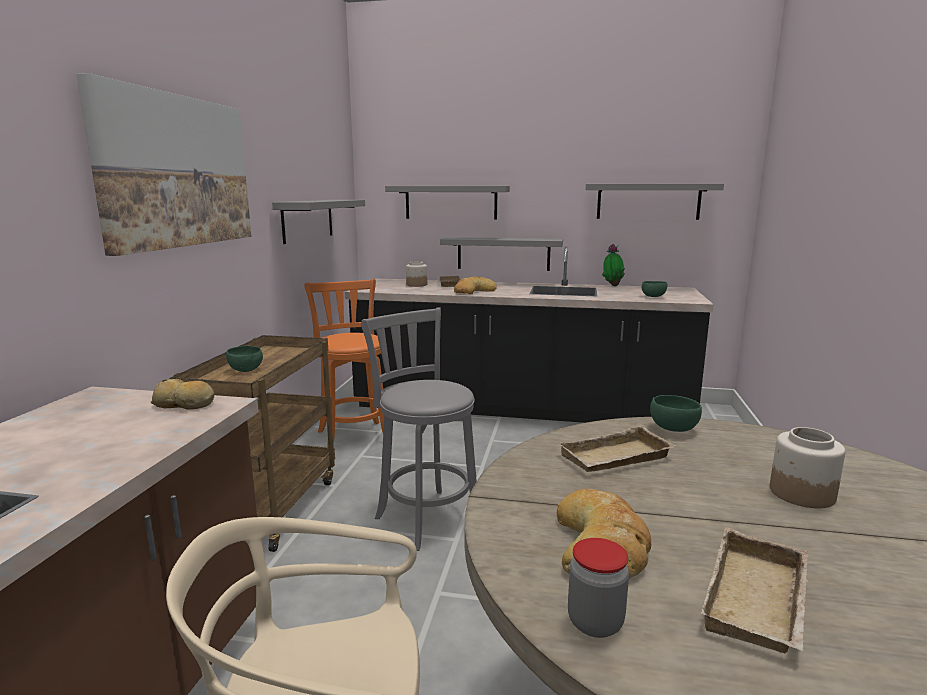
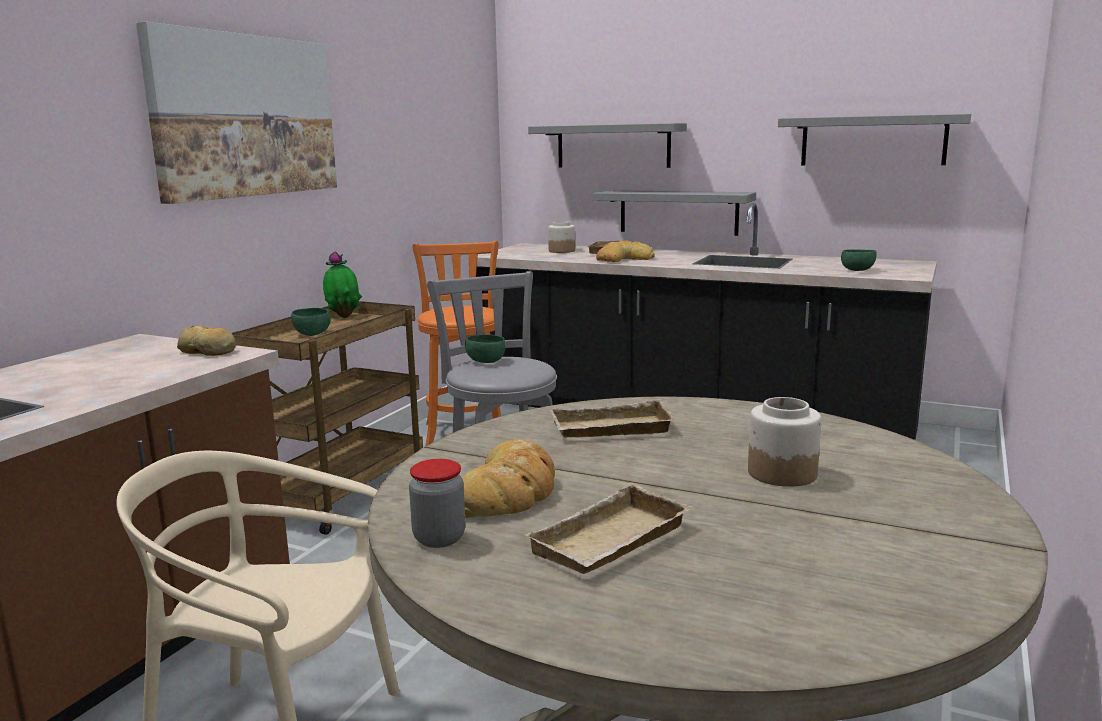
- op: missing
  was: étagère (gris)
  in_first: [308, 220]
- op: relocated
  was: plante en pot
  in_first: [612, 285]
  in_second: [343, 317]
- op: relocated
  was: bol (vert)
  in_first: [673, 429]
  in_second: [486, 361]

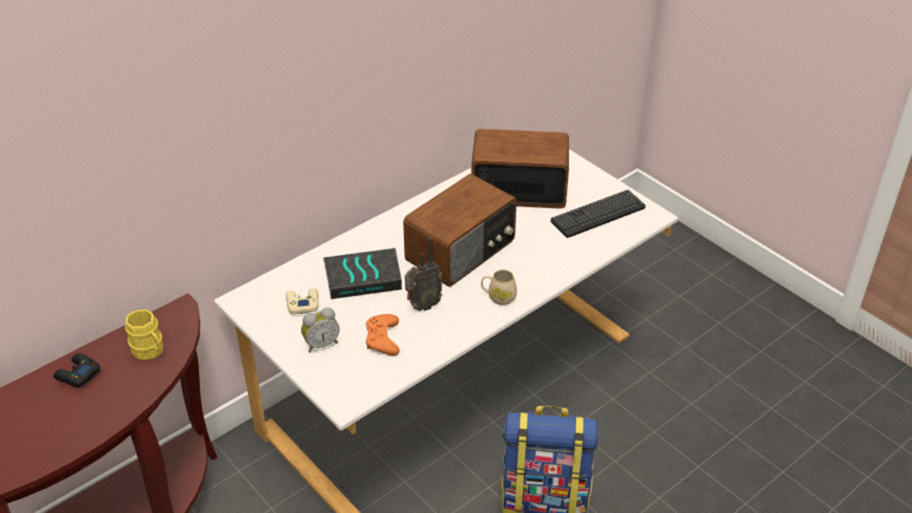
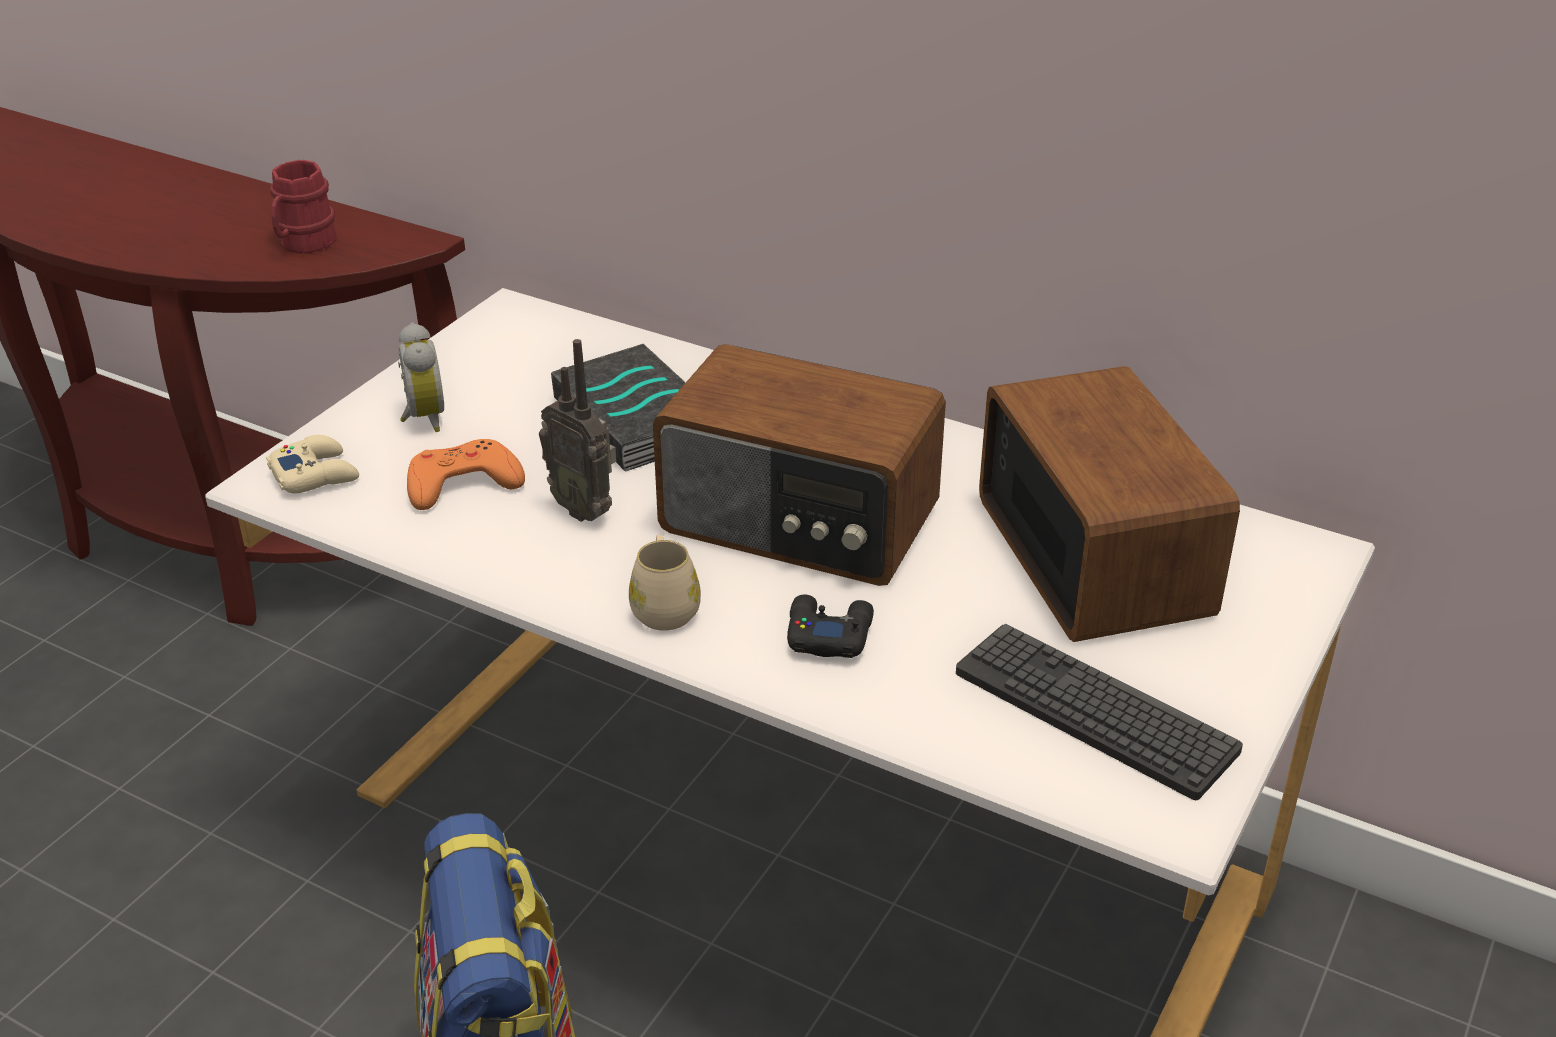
- op: relocated
  was: manette (beige)
  in_first: [302, 304]
  in_second: [315, 474]
- op: spun
  was: réveil
  in_first: [321, 344]
  in_second: [422, 418]
  clockwise: -150
- op: colour
  was: mug (jaune)
  now: mug (rouge)
  in_first: [150, 351]
  in_second: [303, 244]
- op: relocated
  was: manette (noir)
  in_first: [77, 374]
  in_second: [828, 634]

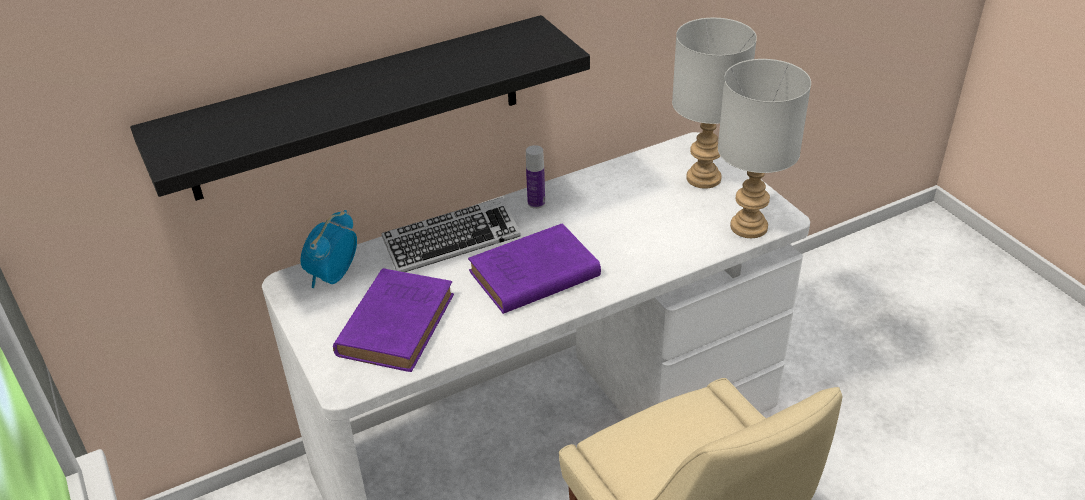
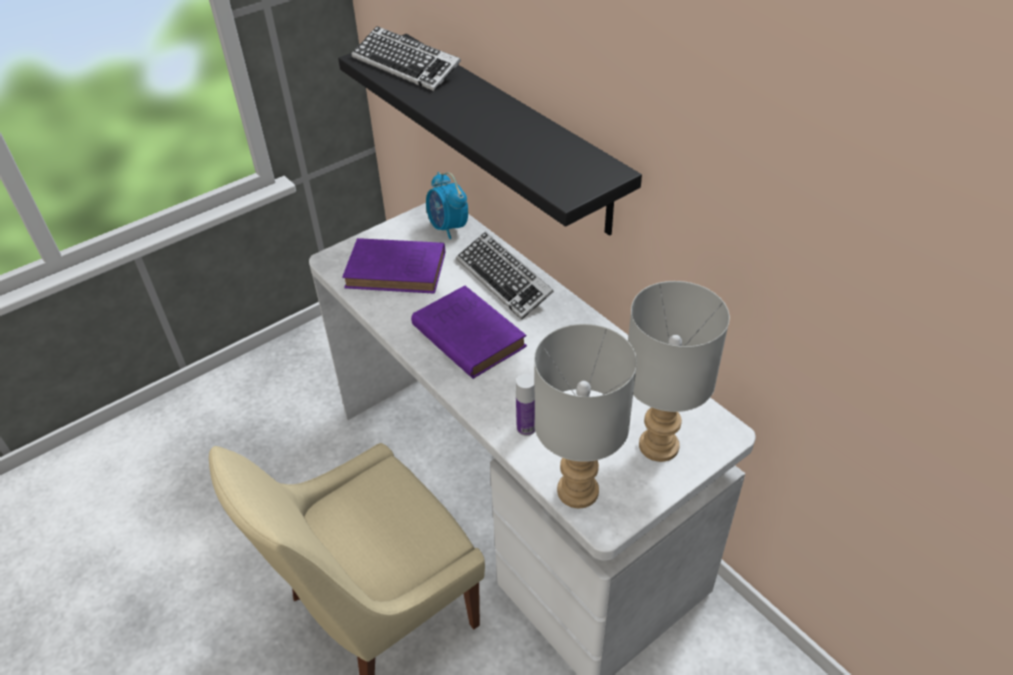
- op: relocated
  was: bouteille
  in_first: [536, 203]
  in_second: [526, 428]
- op: spun
  was: réveil
  in_first: [333, 276]
  in_second: [448, 228]
  clockwise: -135
- op: appeared
  now: clavier
  in_second: [406, 66]

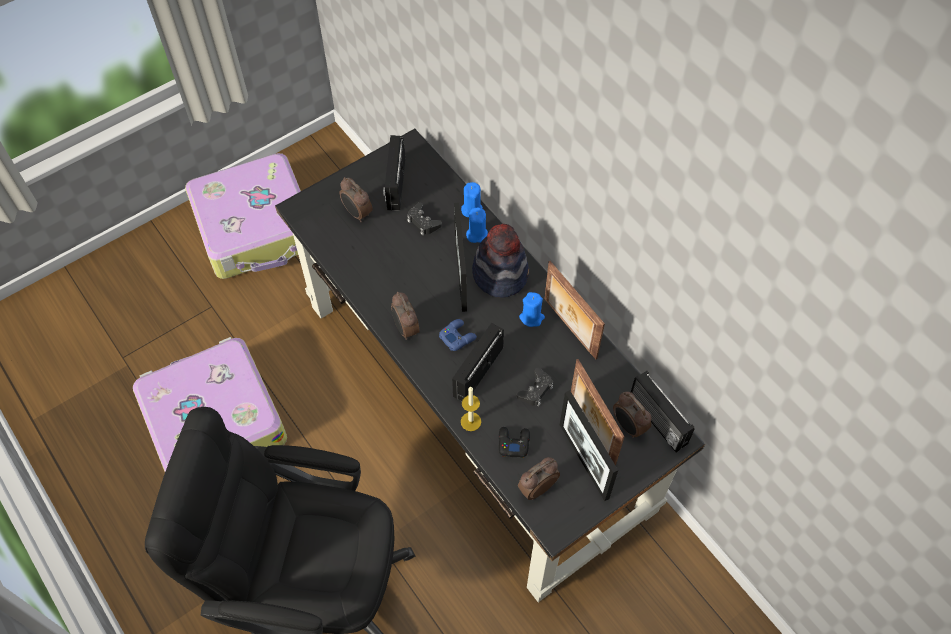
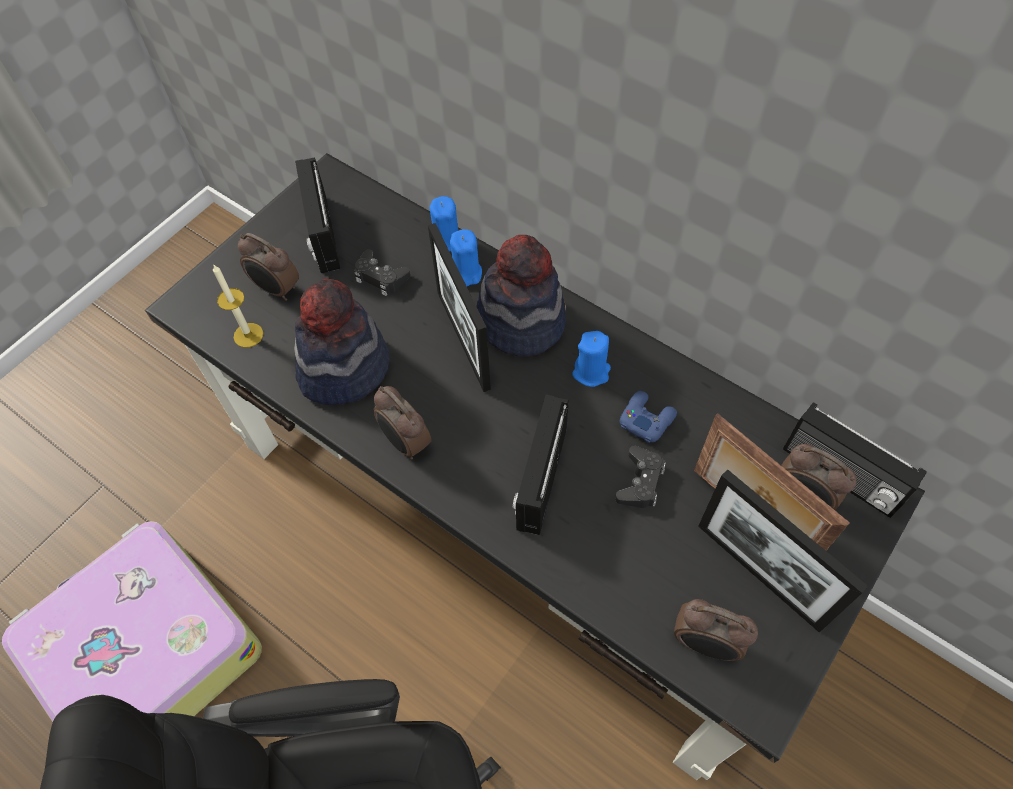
- op: missing
  was: valise
  in_first: [257, 228]
- op: missing
  was: cadre photo
  in_first: [569, 329]
- op: relocated
  was: manette (bleu)
  in_first: [457, 337]
  in_second: [646, 419]
- op: relocated
  was: bougie
  in_first: [471, 421]
  in_second: [248, 335]
- op: missing
  was: manette (noir)
  in_first: [513, 443]
- op: spun
  was: réveil
  in_first: [536, 488]
  in_second: [705, 644]
  clockwise: -105
- op: appeared
  now: chapeau
  in_second: [343, 368]

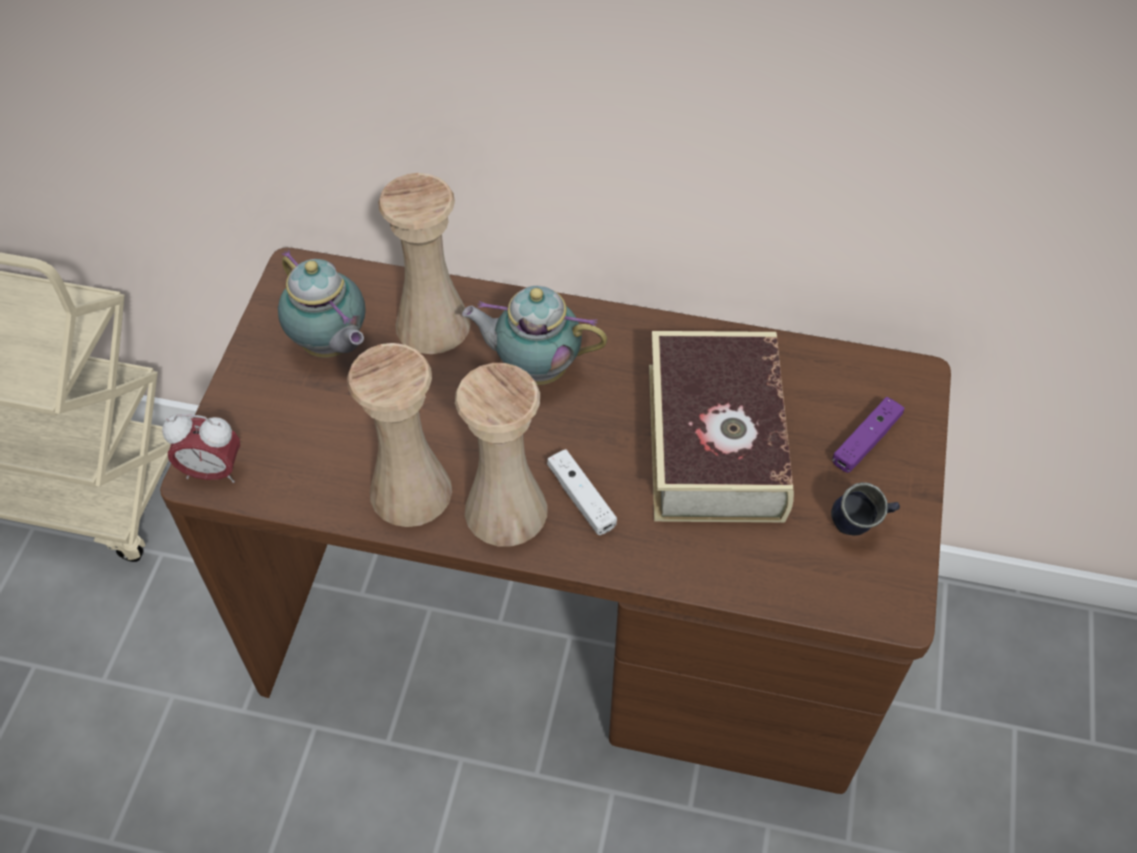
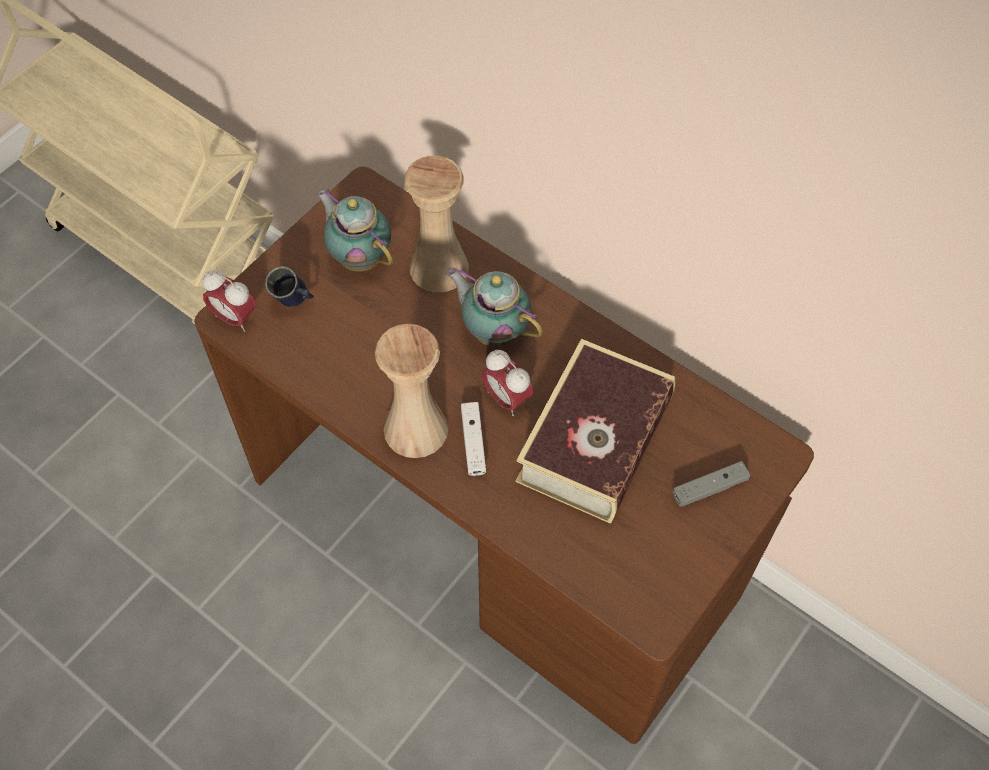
- op: spun
  was: théière
  in_first: [331, 347]
  in_second: [359, 257]
  clockwise: 150
- op: missing
  was: vase (beige)
  in_first: [410, 491]
- op: colour
  was: manette (violet)
  now: manette (gris)
  in_first: [866, 441]
  in_second: [709, 488]
- op: relocated
  was: mug (bleu)
  in_first: [860, 527]
  in_second: [295, 302]
- op: appeared
  now: réveil
  in_second: [506, 399]

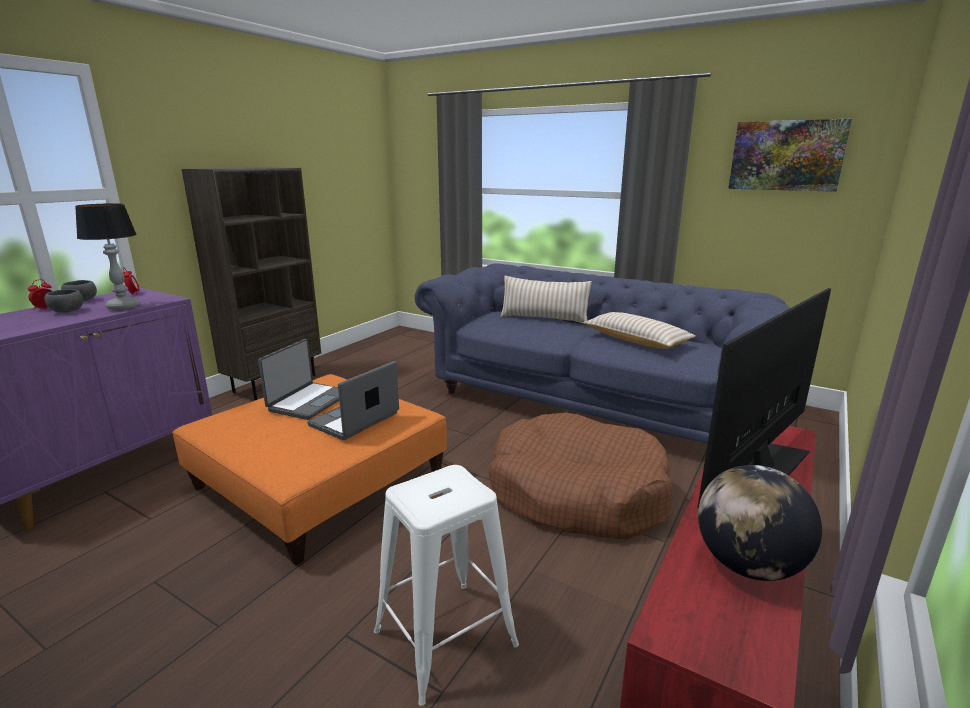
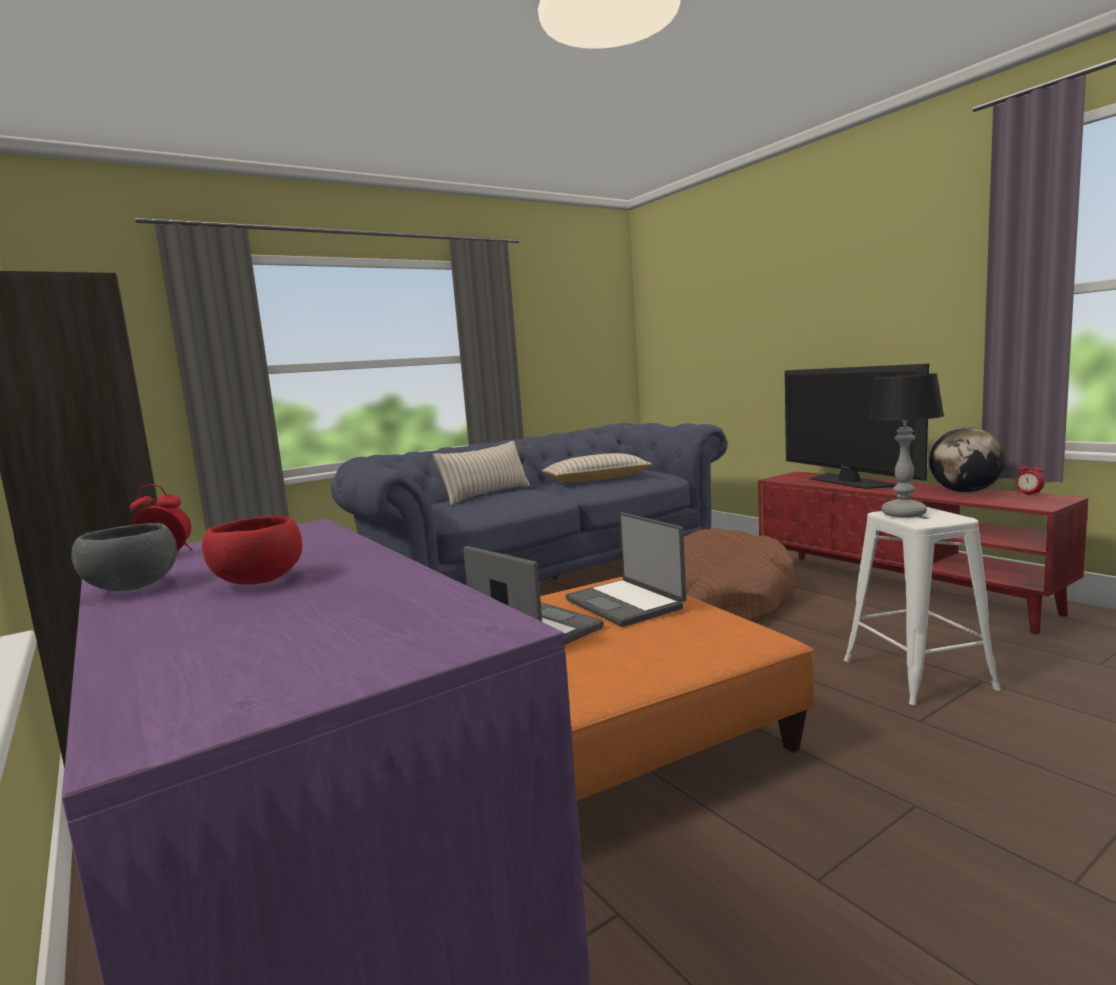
- op: missing
  was: tableau
  in_first: [786, 155]
- op: relocated
  was: lampe de table
  in_first: [123, 307]
  in_second: [904, 514]
- op: relocated
  was: réveil
  in_first: [44, 308]
  in_second: [1028, 495]
- op: colour
  was: bol (gris)
  now: bol (rouge)
  in_first: [66, 312]
  in_second: [259, 582]

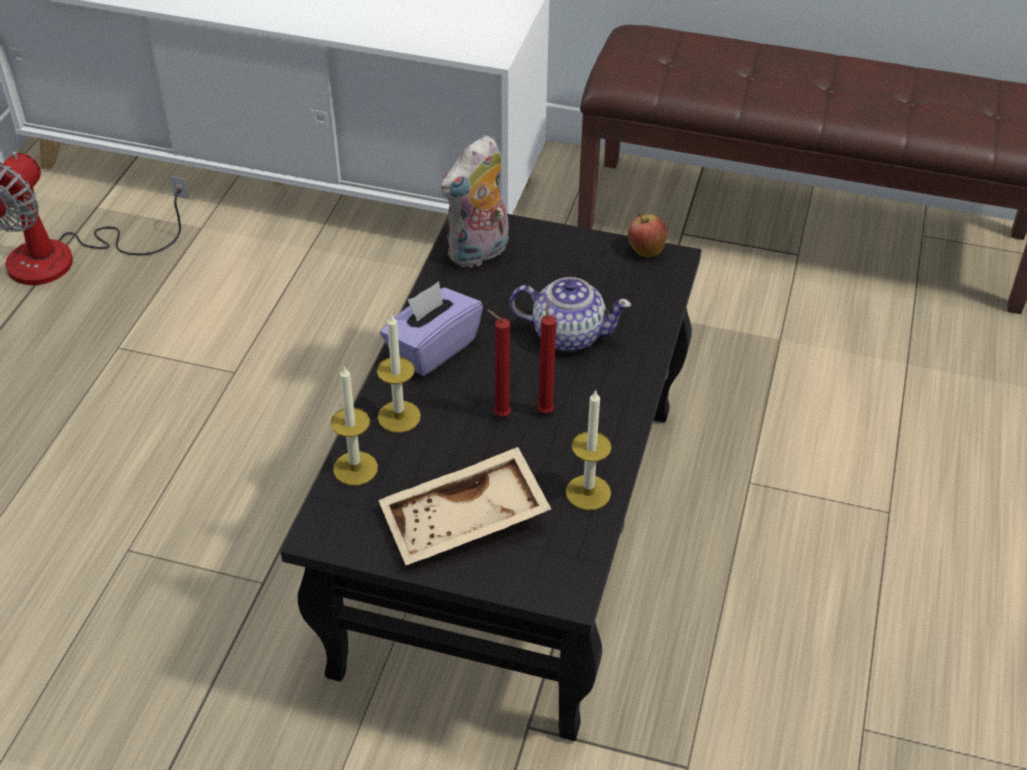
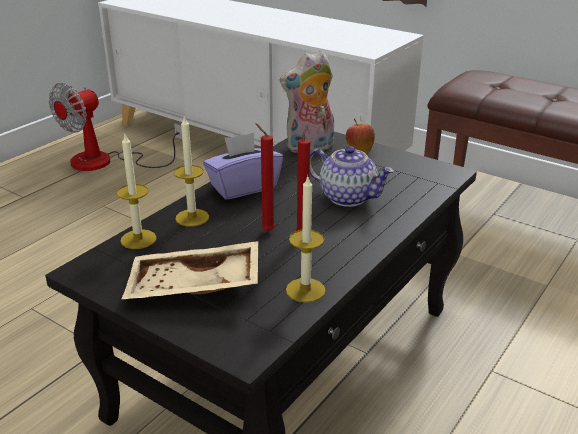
- op: relocated
  was: pomme
  in_first: [645, 250]
  in_second: [359, 151]

